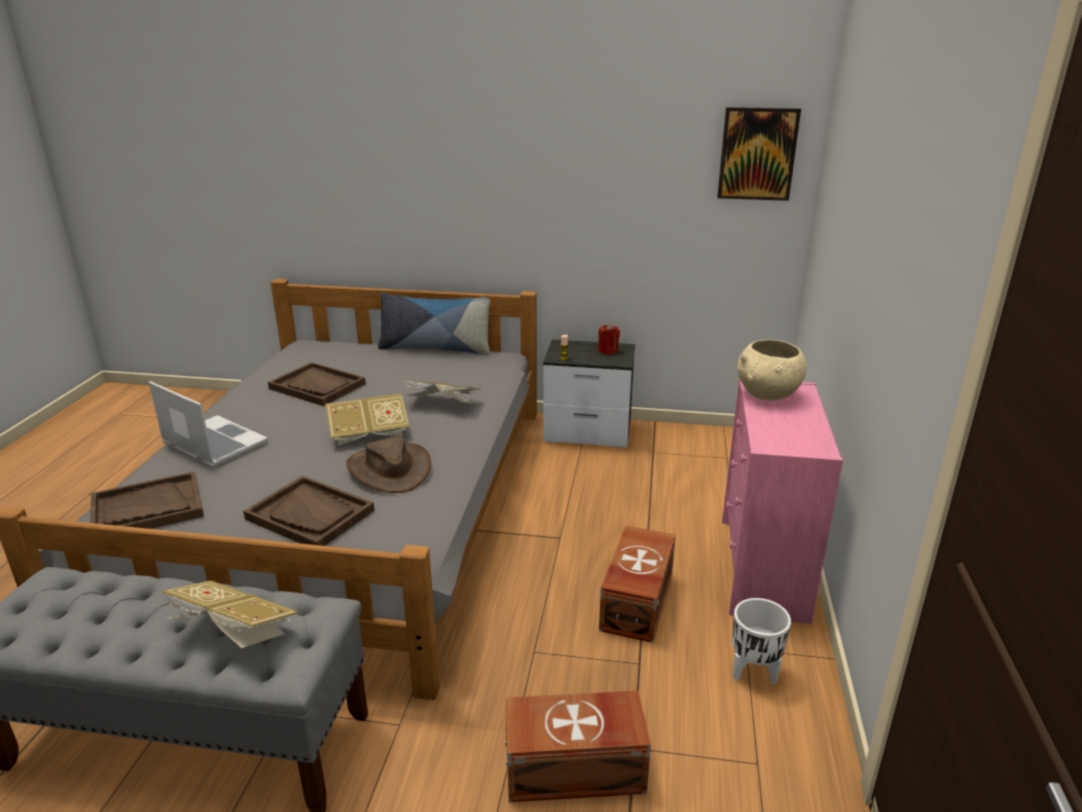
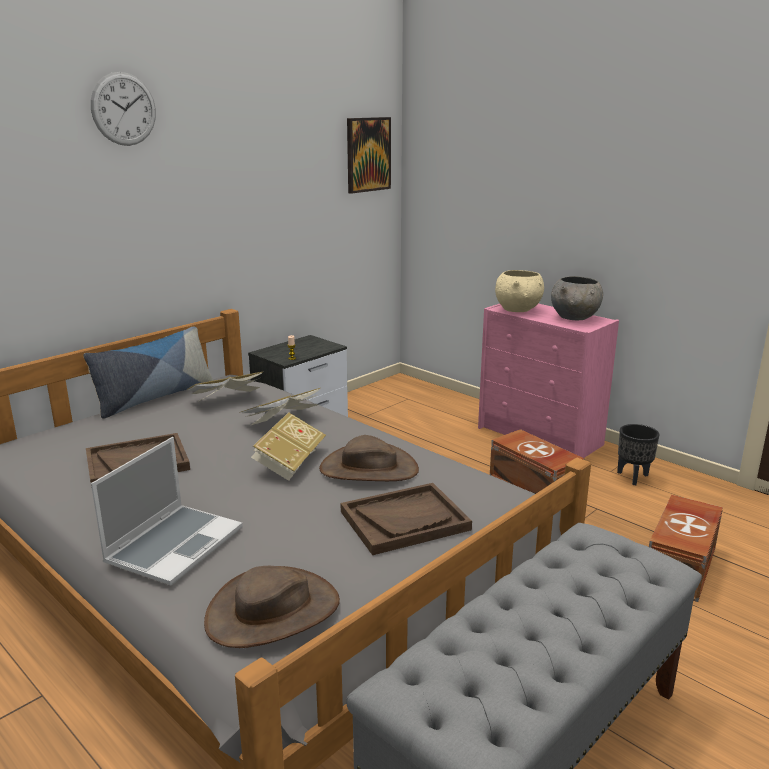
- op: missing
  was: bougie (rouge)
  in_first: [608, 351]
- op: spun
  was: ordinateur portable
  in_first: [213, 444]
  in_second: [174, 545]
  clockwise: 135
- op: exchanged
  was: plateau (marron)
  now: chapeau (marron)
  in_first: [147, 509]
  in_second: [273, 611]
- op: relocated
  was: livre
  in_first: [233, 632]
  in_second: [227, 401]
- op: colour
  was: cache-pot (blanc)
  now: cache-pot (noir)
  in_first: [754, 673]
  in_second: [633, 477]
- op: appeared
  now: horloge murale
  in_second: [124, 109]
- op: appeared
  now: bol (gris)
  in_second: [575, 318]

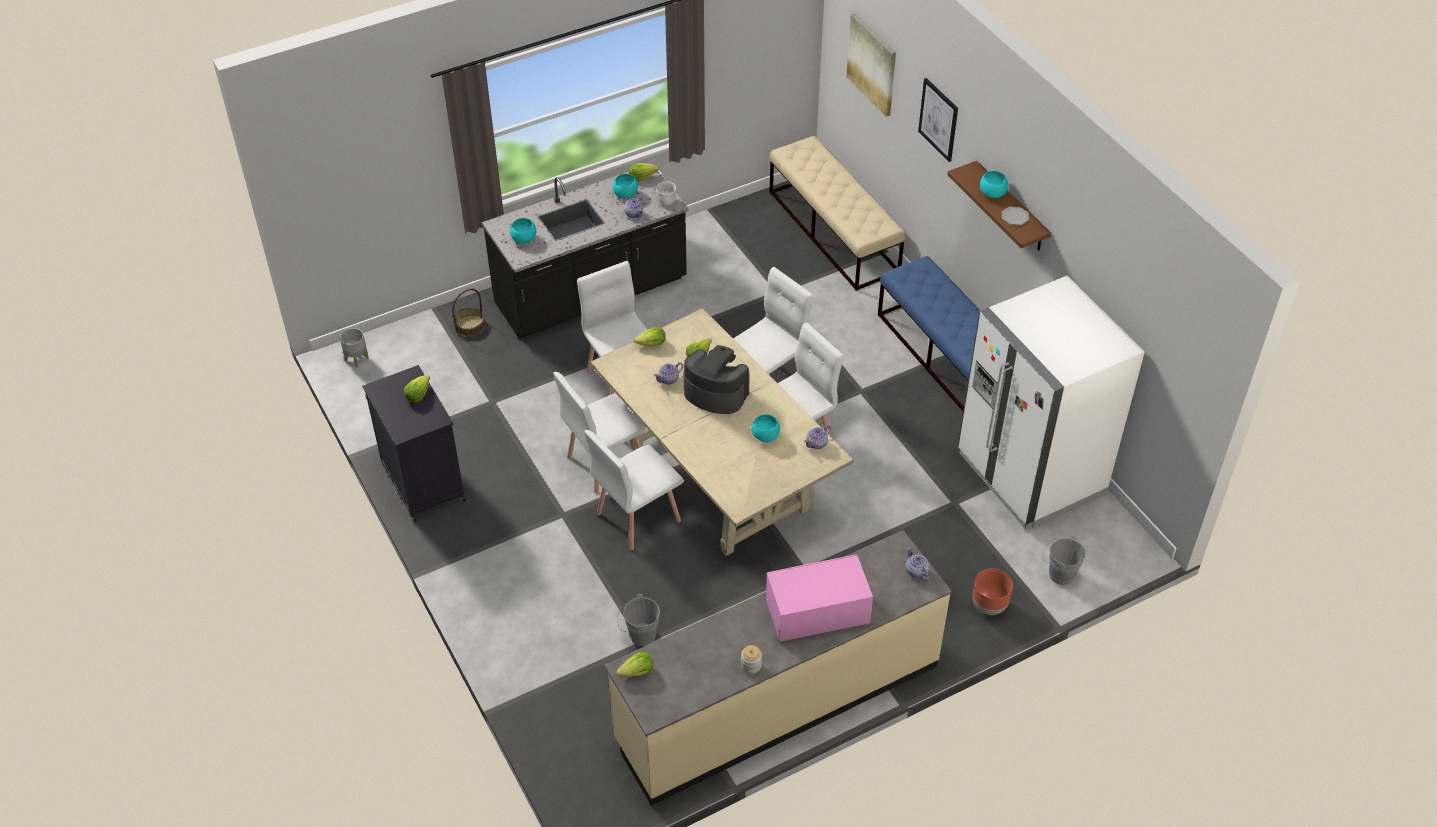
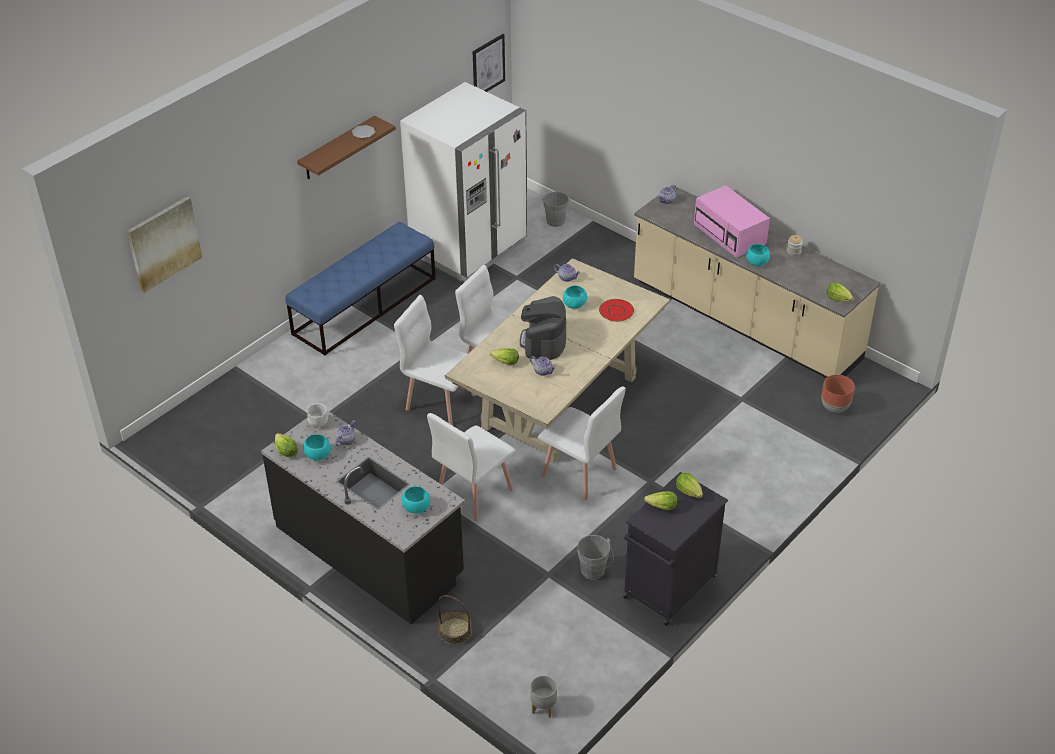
- op: relocated
  was: tableau
  in_first: [938, 119]
  in_second: [488, 65]
- op: missing
  was: banc (beige)
  in_first: [833, 232]
- op: relocated
  was: bol (turquoise)
  in_first: [992, 193]
  in_second: [757, 262]
- op: relocated
  was: laitue
  in_first: [651, 344]
  in_second: [689, 491]
- op: missing
  was: chaise (blanc)
  in_first: [637, 517]
- op: relocated
  was: cache-pot (marron)
  in_first: [988, 606]
  in_second: [835, 407]
- op: relocated
  was: seau (gris)
  in_first: [639, 635]
  in_second: [594, 572]
- op: appeared
  now: assiette (rouge)
  in_second: [616, 311]

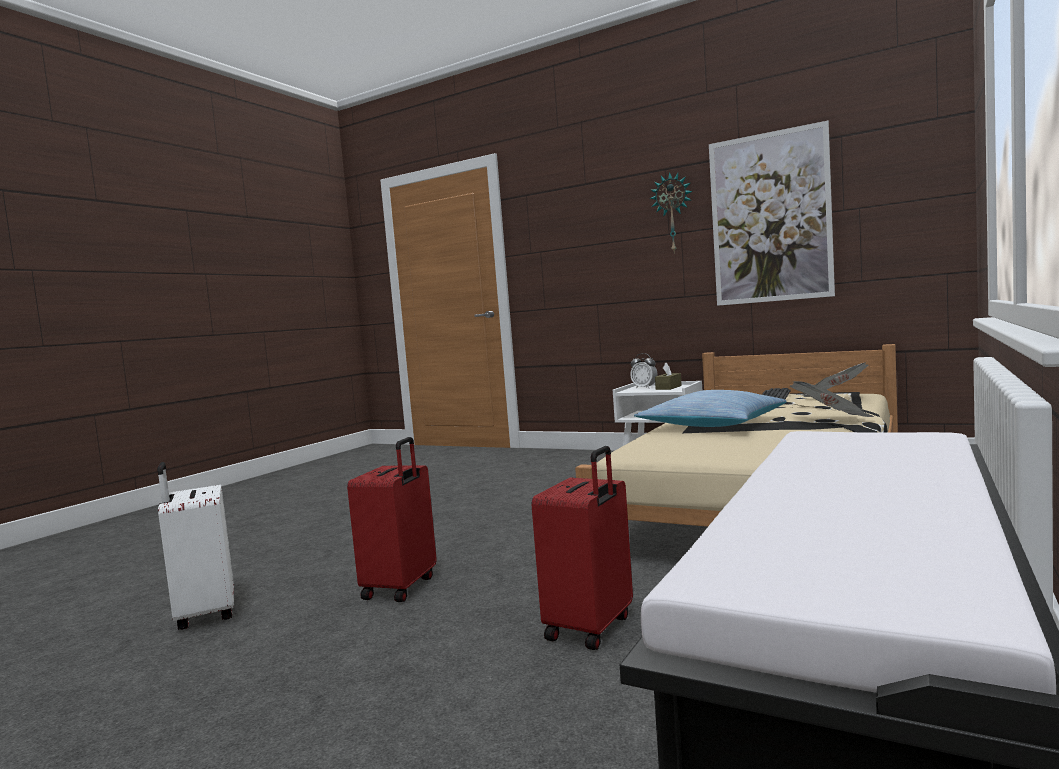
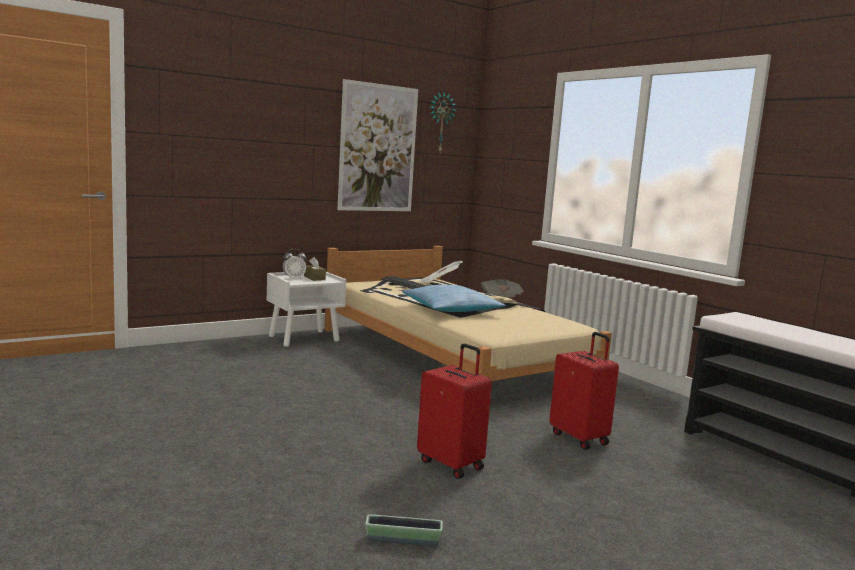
- op: relocated
  was: horloge murale
  in_first: [672, 213]
  in_second: [440, 122]
- op: exchanged
  was: valise (blanc)
  now: cache-pot
  in_first: [204, 615]
  in_second: [403, 540]

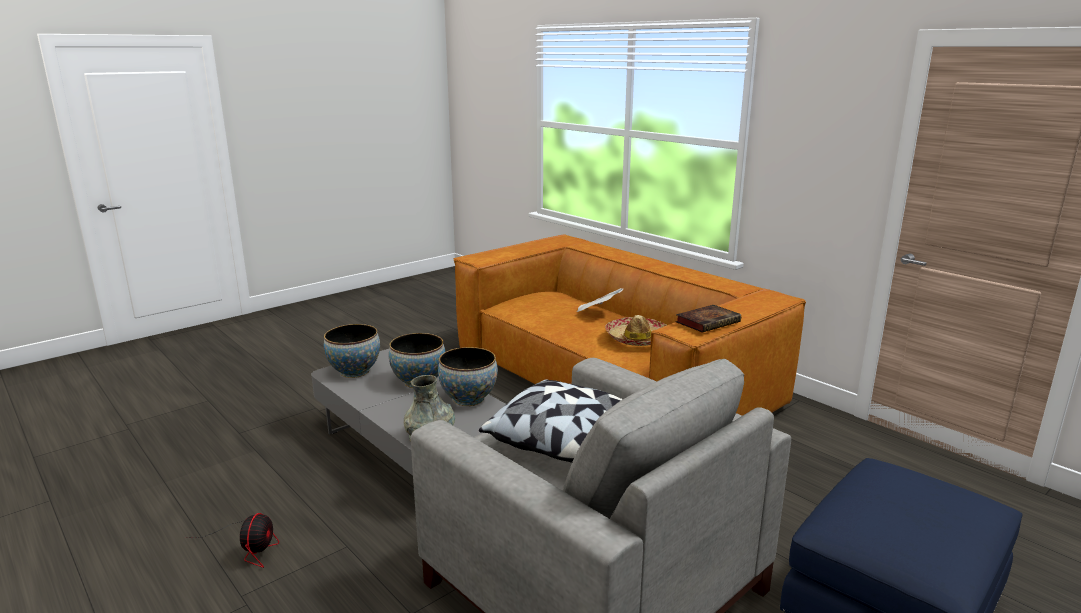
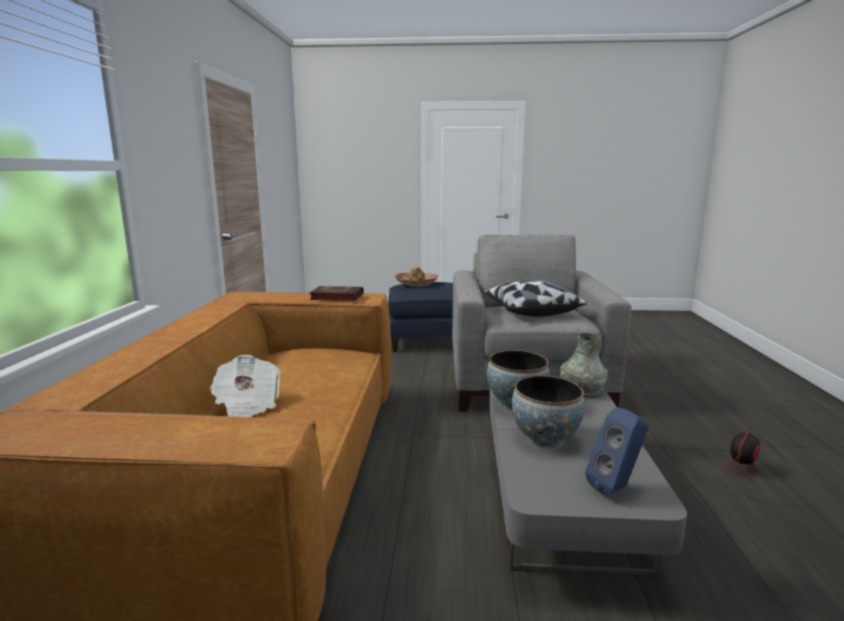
- op: relocated
  was: chapeau
  in_first: [636, 339]
  in_second: [416, 283]
- op: exchanged
  was: bol
  now: enceinte (bleu)
  in_first: [354, 371]
  in_second: [616, 488]

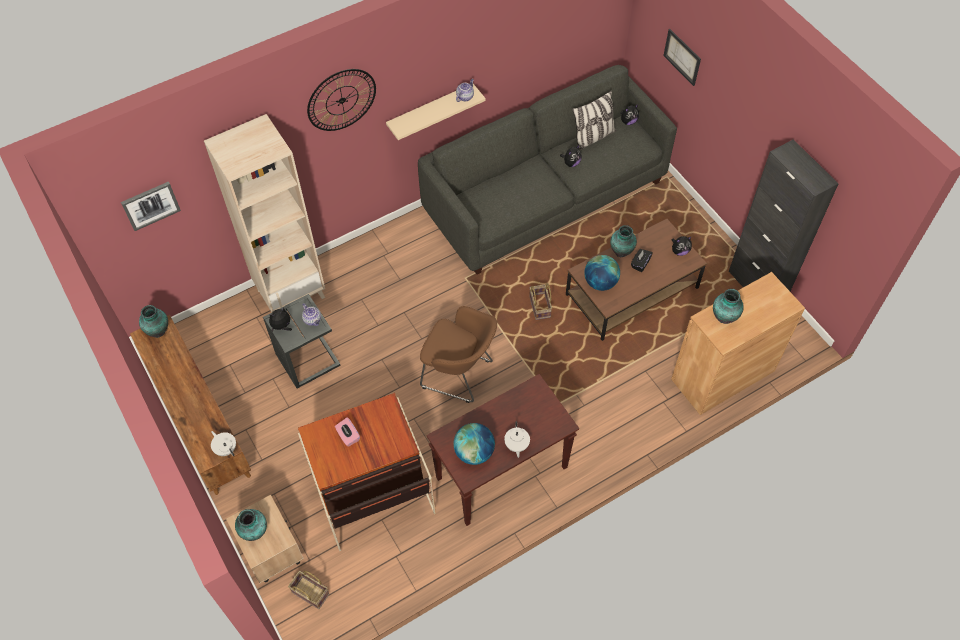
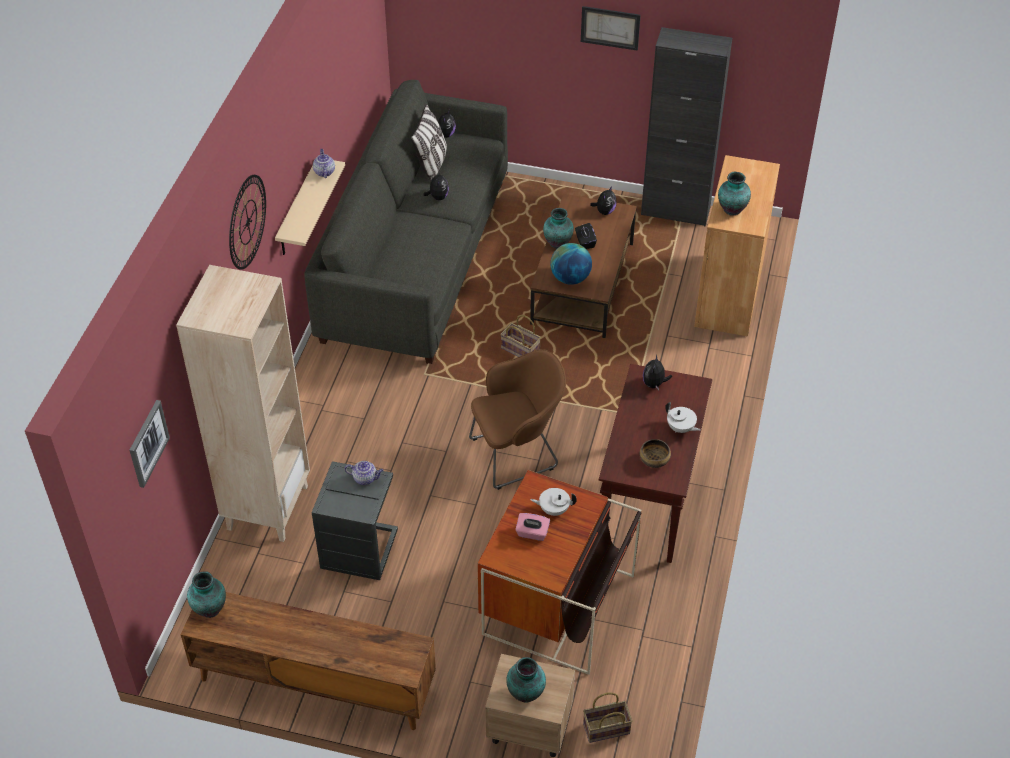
- op: relocated
  was: tableau
  in_first: [682, 57]
  in_second: [610, 27]
- op: relocated
  was: peluche
  in_first: [282, 326]
  in_second: [654, 384]
- op: exchanged
  was: globe
  now: bol
  in_first: [474, 452]
  in_second: [654, 460]
- op: relocated
  was: théière (blanc)
  in_first: [226, 448]
  in_second: [553, 509]

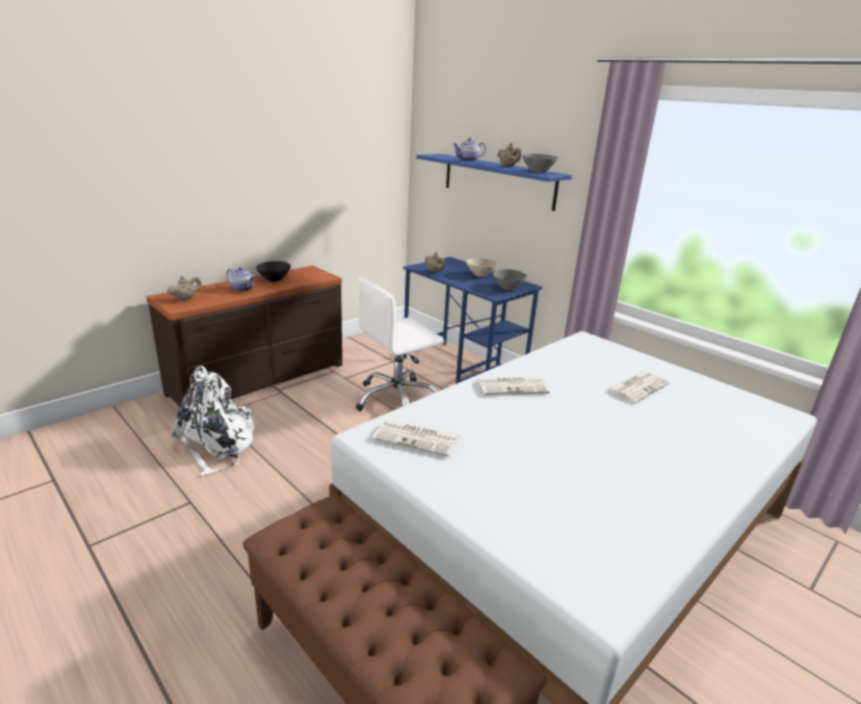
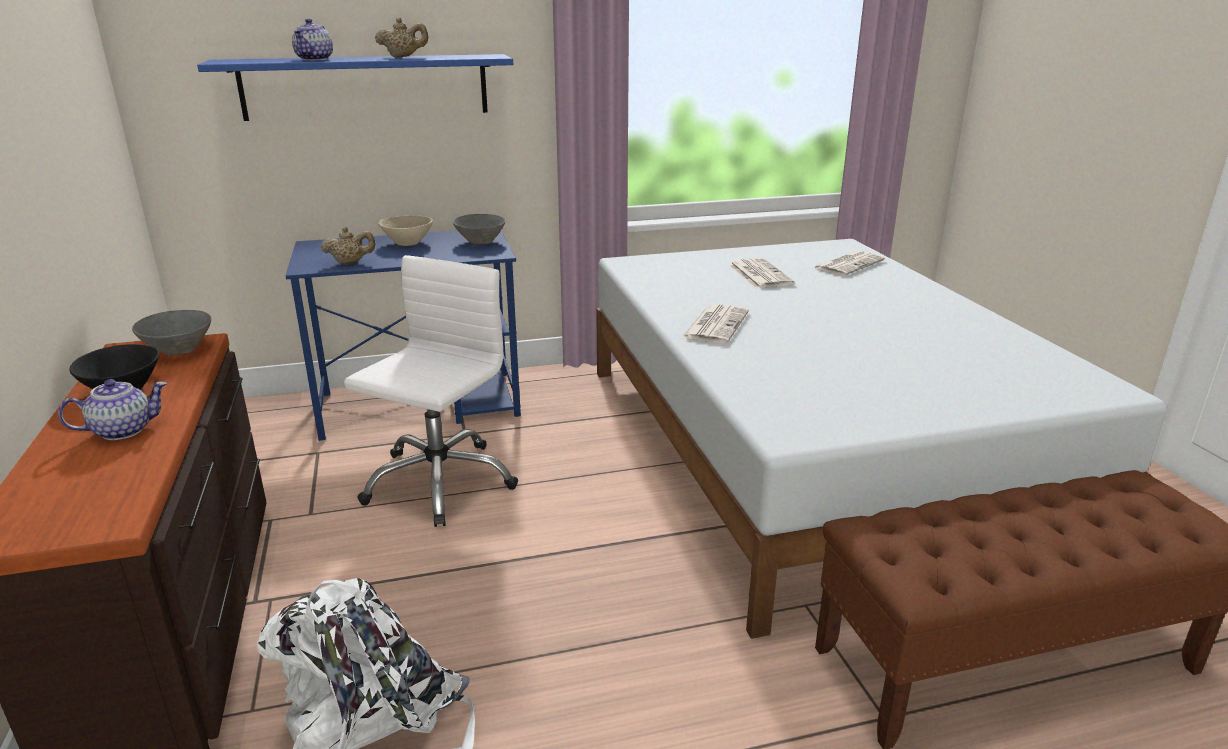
- op: relocated
  was: bol (gris)
  in_first: [538, 172]
  in_second: [179, 350]
- op: missing
  was: théière (beige)
  in_first: [186, 299]
- op: spun
  was: chaise de bureau (blanc)
  in_first: [397, 399]
  in_second: [439, 482]
  clockwise: -150
- op: relocated
  was: journal
  in_first: [418, 438]
  in_second: [848, 264]

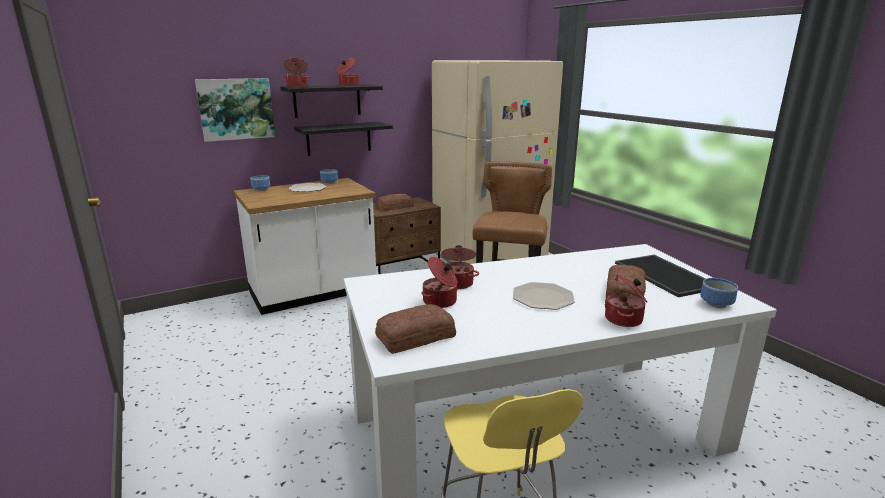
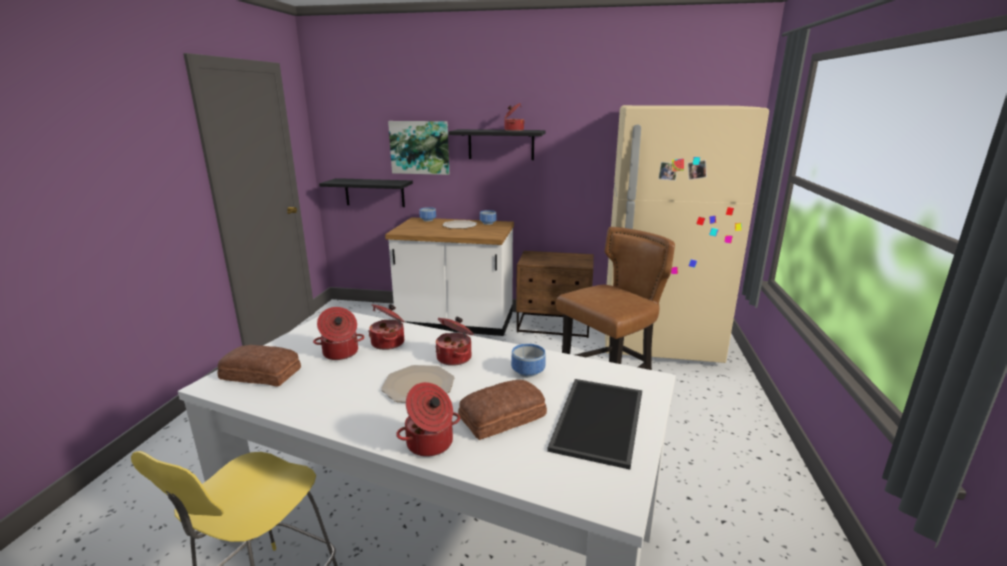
- op: relocated
  was: marmite
  in_first: [297, 86]
  in_second: [455, 357]
- op: relocated
  was: étagère (noir)
  in_first: [339, 138]
  in_second: [374, 192]
- op: missing
  was: pain
  in_first: [394, 207]
- op: relocated
  was: bol
  in_first: [716, 303]
  in_second: [529, 372]

